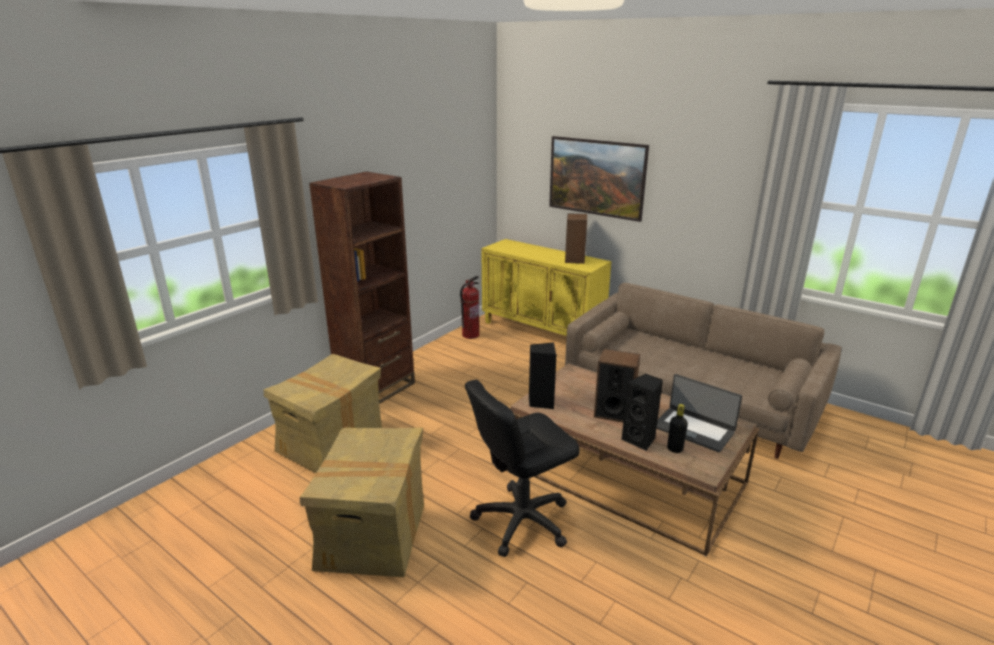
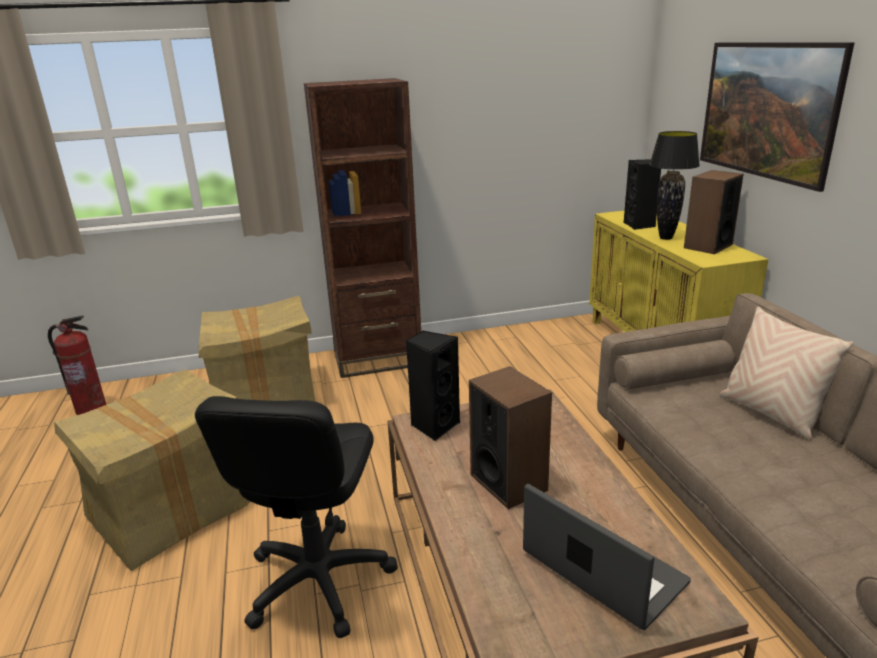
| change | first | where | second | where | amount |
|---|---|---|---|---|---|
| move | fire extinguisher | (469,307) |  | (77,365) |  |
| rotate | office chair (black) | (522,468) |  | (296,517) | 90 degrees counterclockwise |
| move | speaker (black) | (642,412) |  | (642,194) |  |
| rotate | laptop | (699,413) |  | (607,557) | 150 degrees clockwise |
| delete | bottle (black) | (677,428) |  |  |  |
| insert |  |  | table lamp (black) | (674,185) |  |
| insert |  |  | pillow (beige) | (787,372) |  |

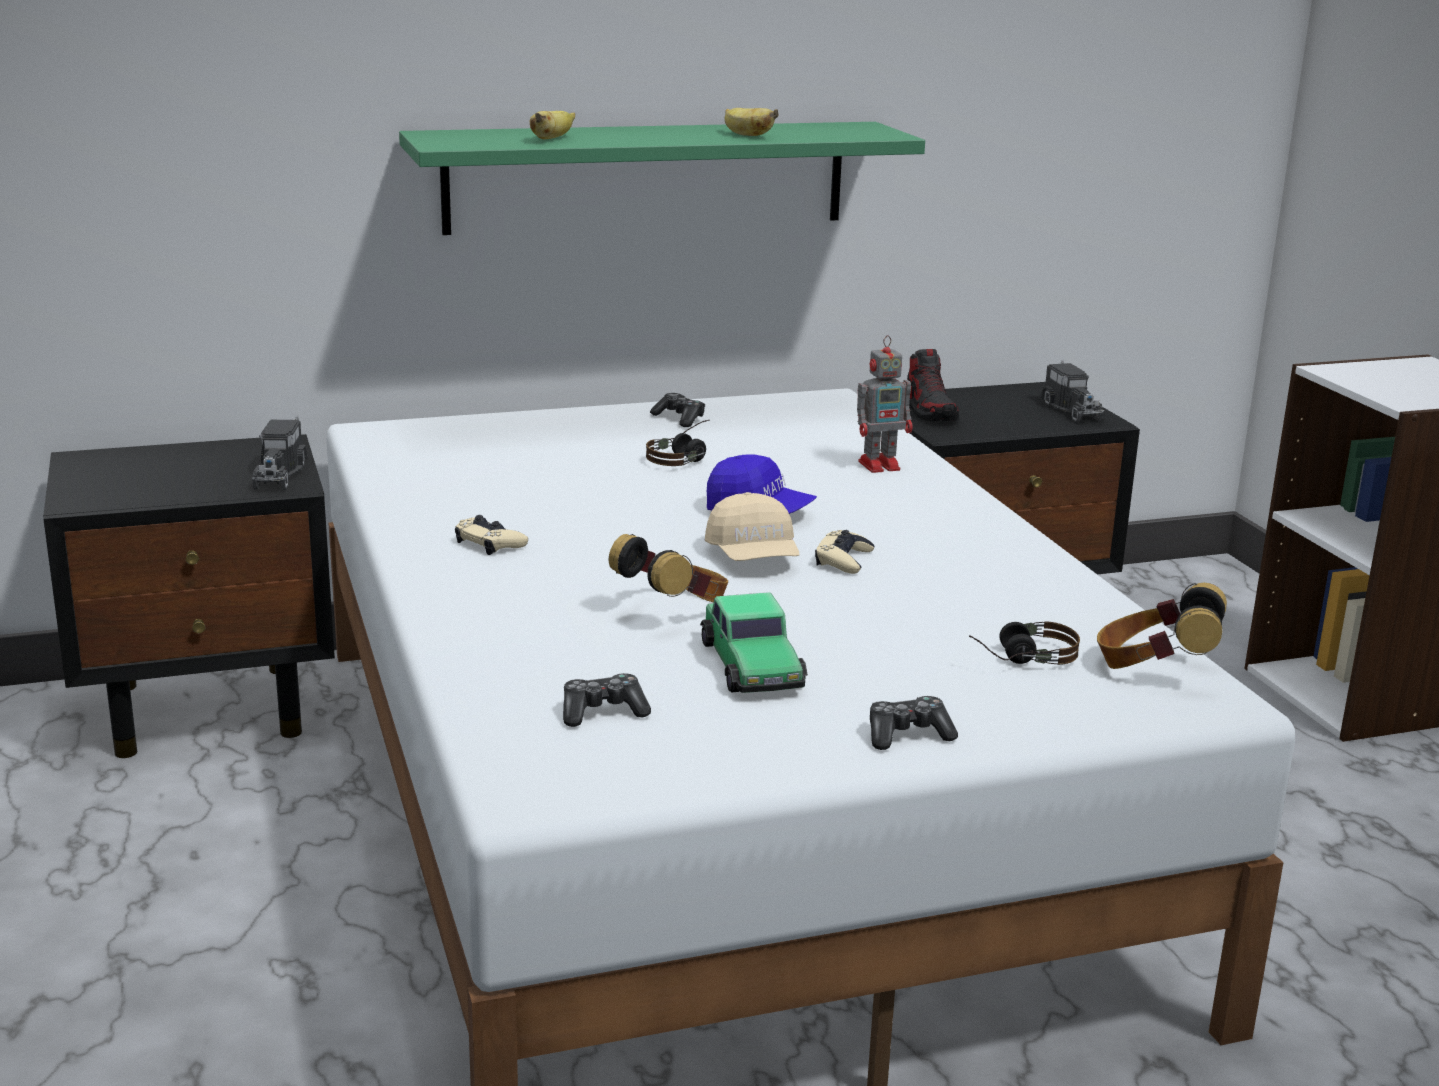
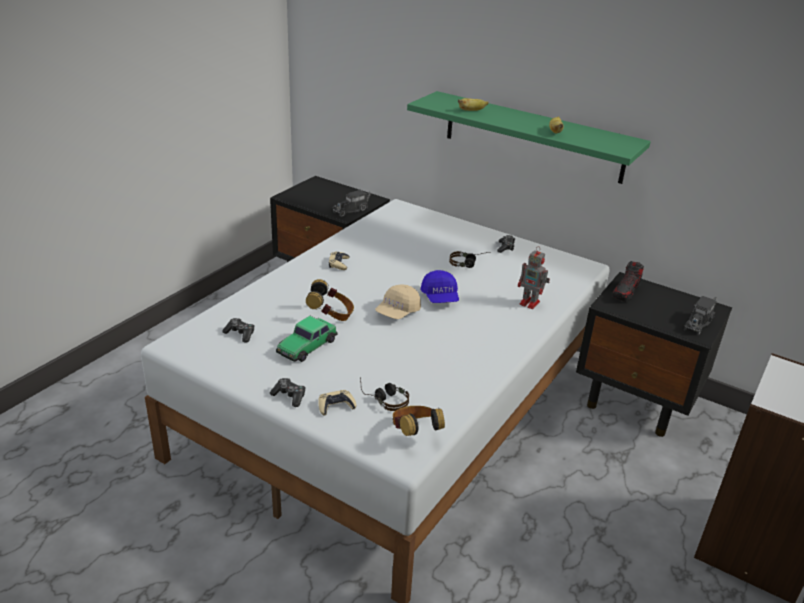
| change | first | where | second | where | amount |
|---|---|---|---|---|---|
| move | game controller (beige) | (844,552) |  | (337,402) |  |

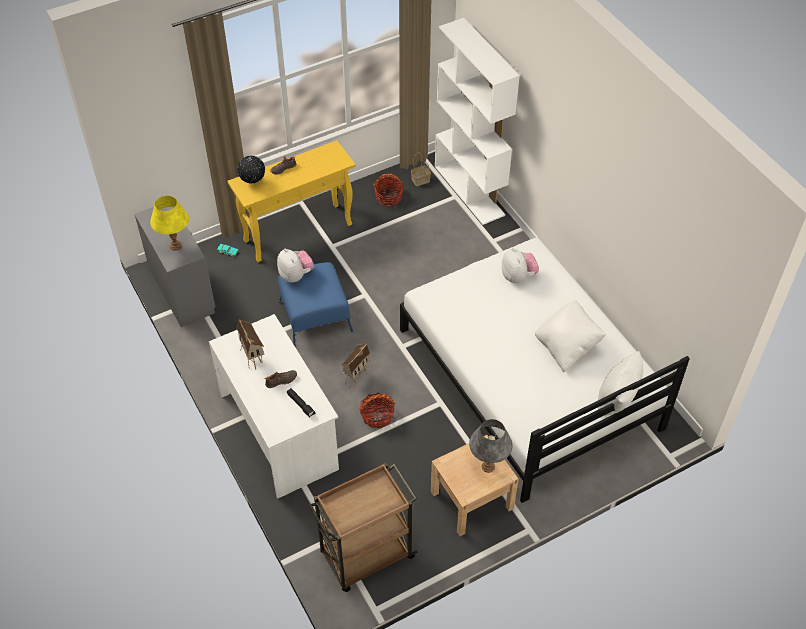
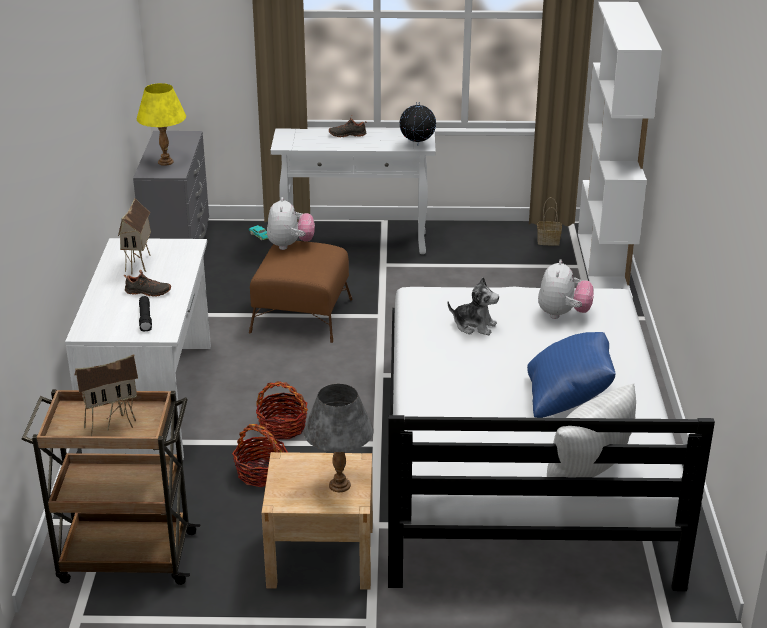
| change | first | where | second | where | amount |
|---|---|---|---|---|---|
| recolor | console table (yellow) | (291,201) | console table (white) | (353,191) |  |
| move | globe | (251,170) |  | (417,124) |  |
| recolor | ottoman (blue) | (315,304) | ottoman (brown) | (301,292) |  |
| move | toy house | (355,367) |  | (106,395) |  |
| move | basket | (388,190) |  | (260,455) |  |
| recolor | pillow (white) | (570,336) | pillow (blue) | (571,375) |  |
| insert |  |  | plush toy | (473,306) |  |

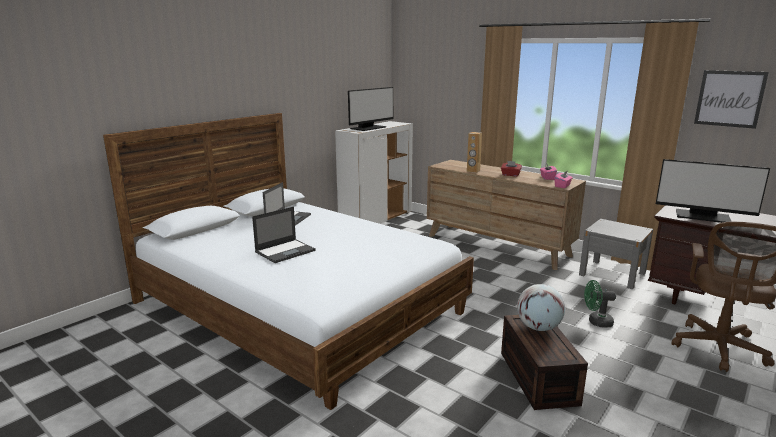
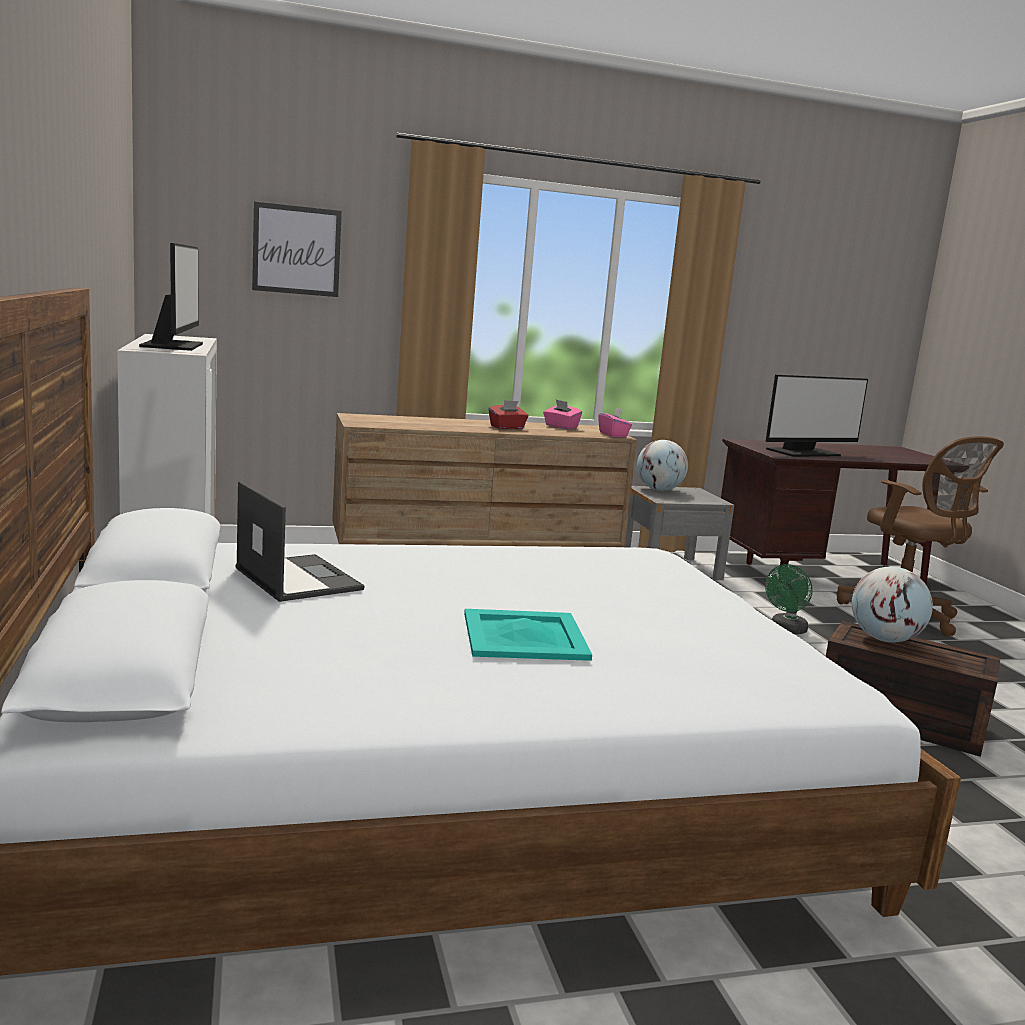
| change | first | where | second | where | amount |
|---|---|---|---|---|---|
| replace | laptop | (284,235) | tray (turquoise) | (528,635) |  |
| delete | speaker (brown) | (474,152) |  |  |  |
| move | picture | (731,99) |  | (297,249) |  |
| insert |  |  | globe | (662,465) |  |

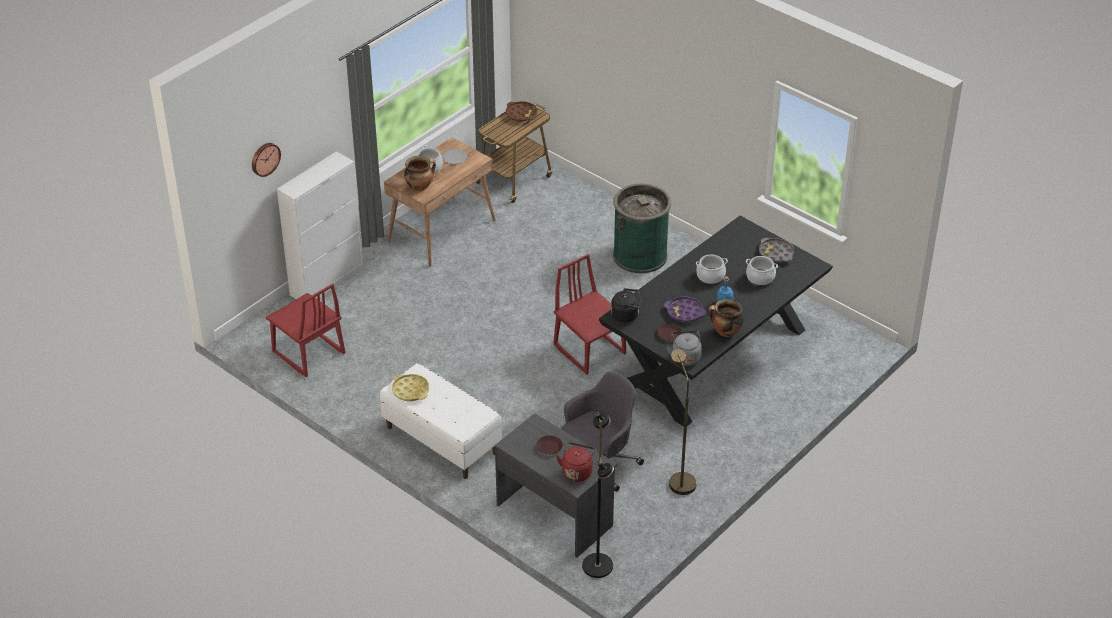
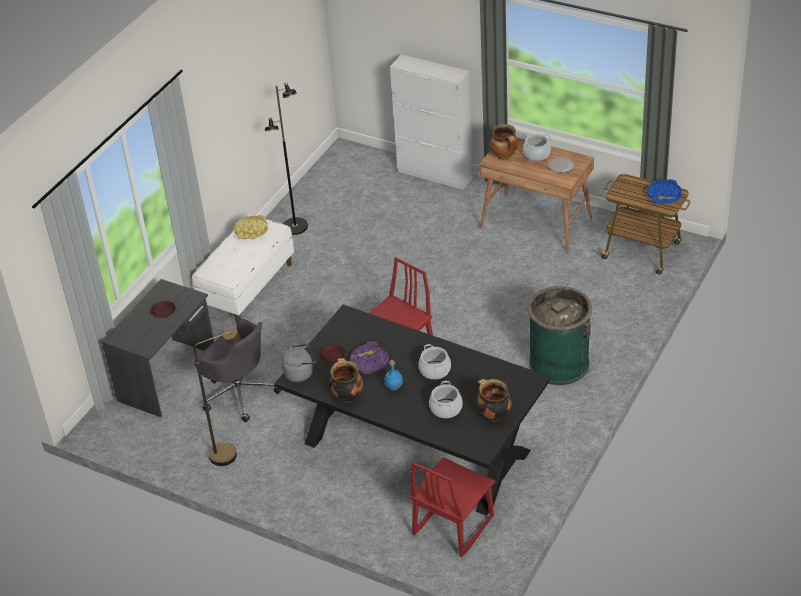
| change | first | where | second | where | amount |
|---|---|---|---|---|---|
| delete | wall clock | (266,160) |  |  |  |
| move | chair (red) | (305,330) |  | (452,507) |  |
| recolor | tray (brown) | (521,111) | tray (blue) | (664,191) |  |
| delete | kettle (red) | (576,462) |  |  |  |
| move | floor lamp (black) | (598,495) |  | (286,159) |  |
| delete | kettle (black) | (626,305) |  |  |  |
| replace | tray (grey) | (776,250) | cooking pot | (494,400) |  |

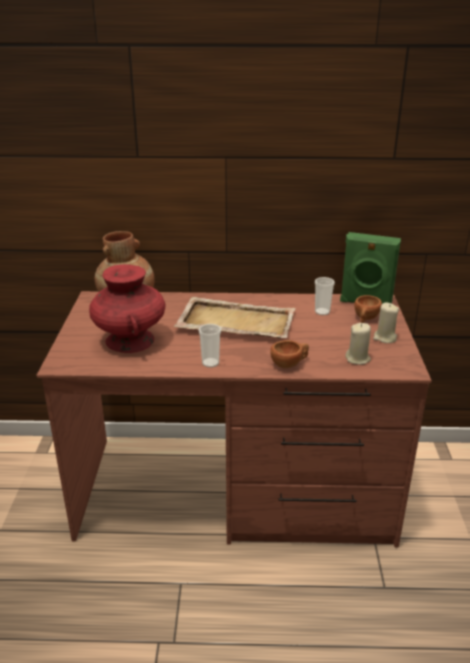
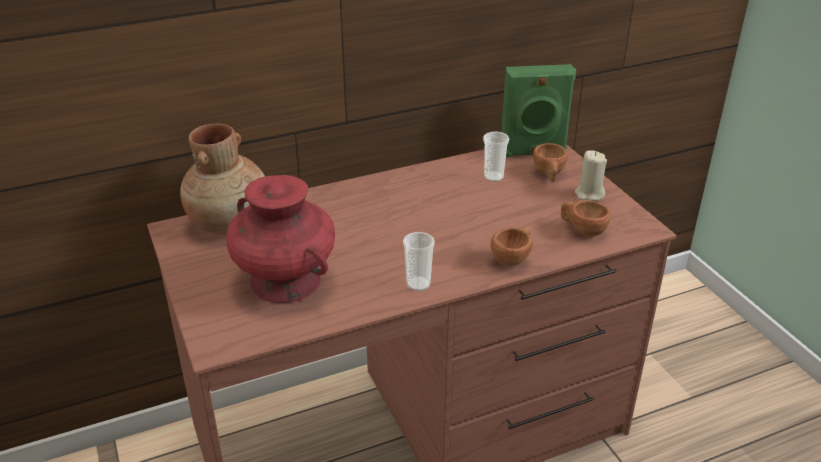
| change | first | where | second | where | amount |
|---|---|---|---|---|---|
| delete | tray (beige) | (235,317) |  |  |  |
| replace | candle (beige) | (358,344) | cup (brown) | (586,218) |  |

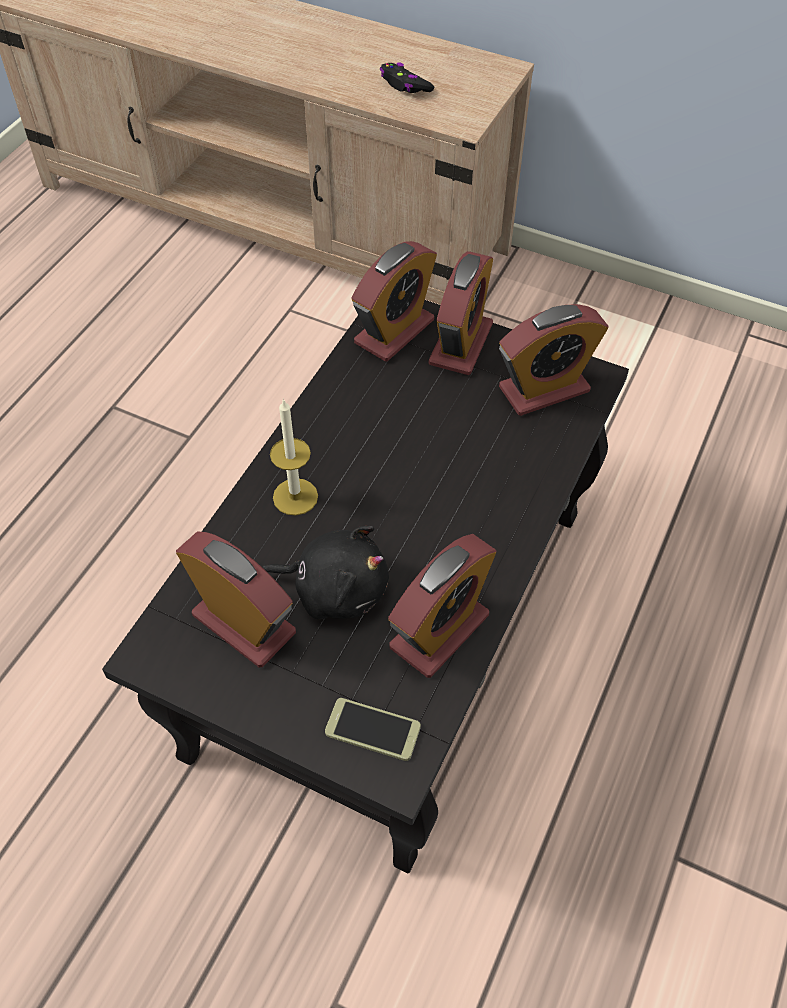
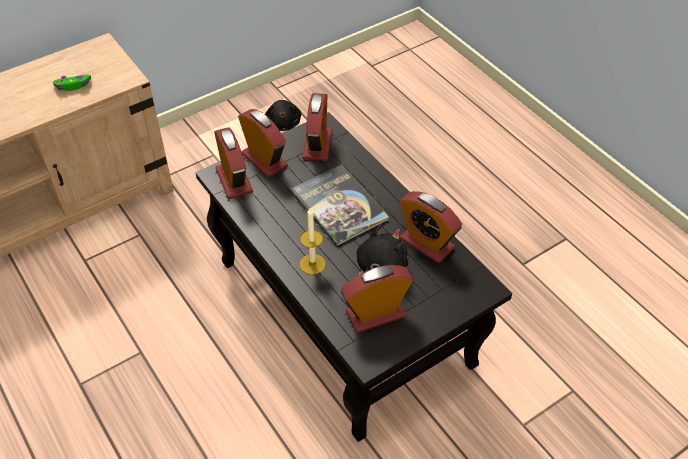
| change | first | where | second | where | amount |
|---|---|---|---|---|---|
| delete | phone | (373,729) |  |  |  |
| recolor | game controller (black) | (407,77) | game controller (green) | (72,83) |  |
| rotate | alarm clock | (442,606) |  | (431,227) | 150 degrees clockwise |
| insert |  |  | plush toy (black) | (283,115) |  |
| insert |  |  | book | (340,205) |  |

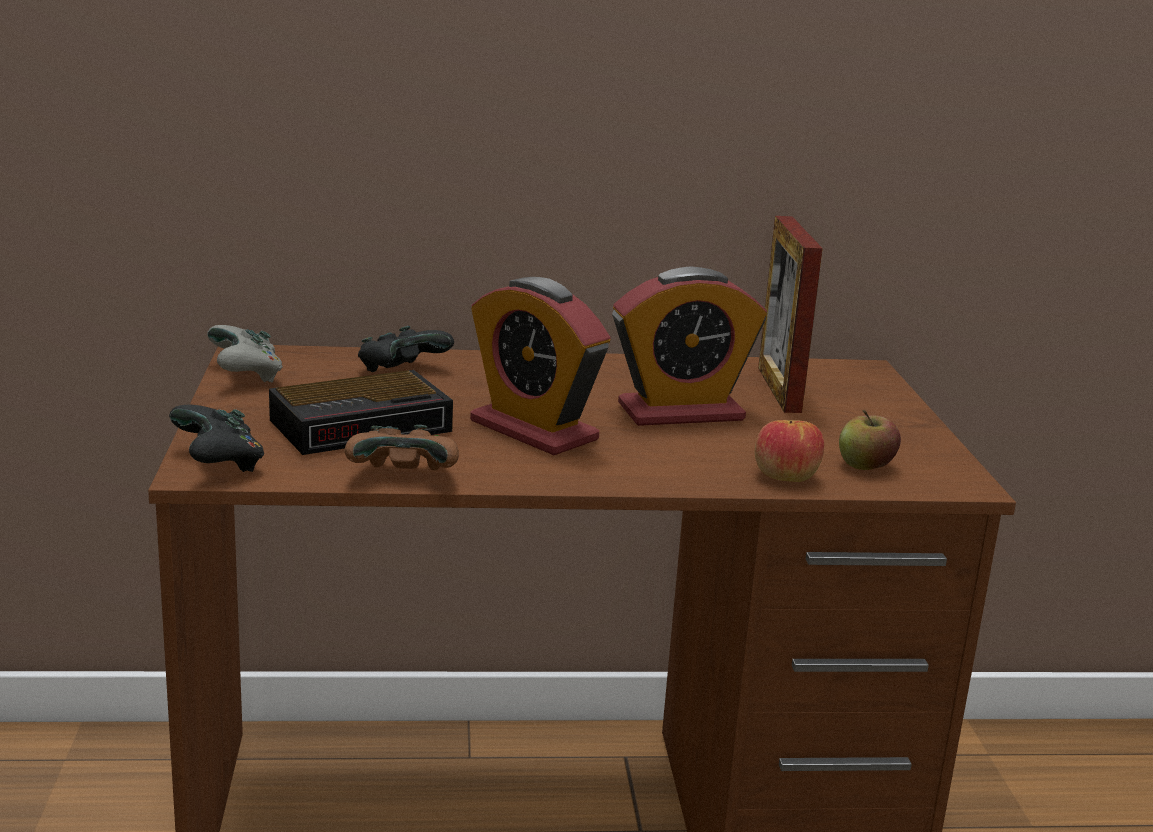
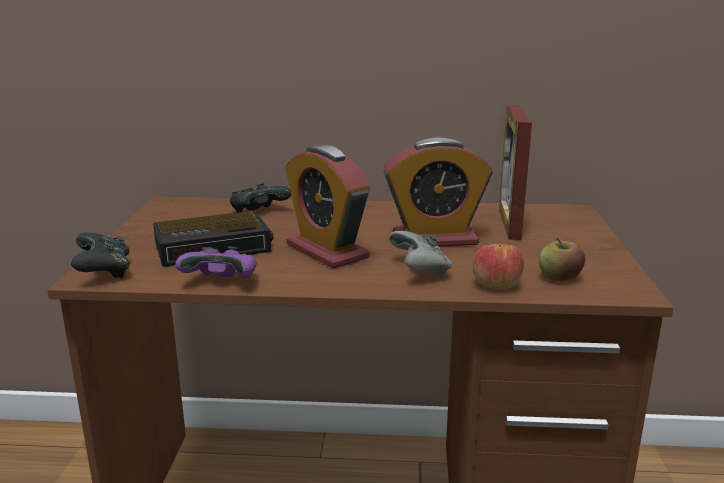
| change | first | where | second | where | amount |
|---|---|---|---|---|---|
| move | game controller (grey) | (245,353) |  | (420,254) |  |
| recolor | game controller (brown) | (402,447) | game controller (purple) | (216,262) |  |

